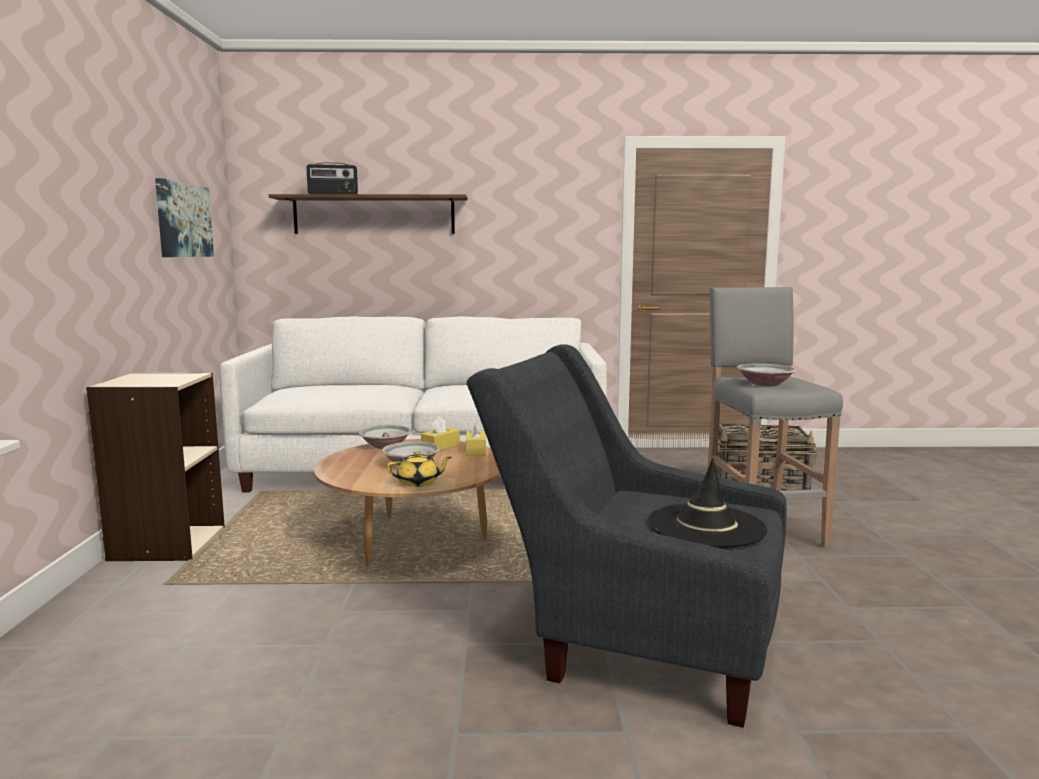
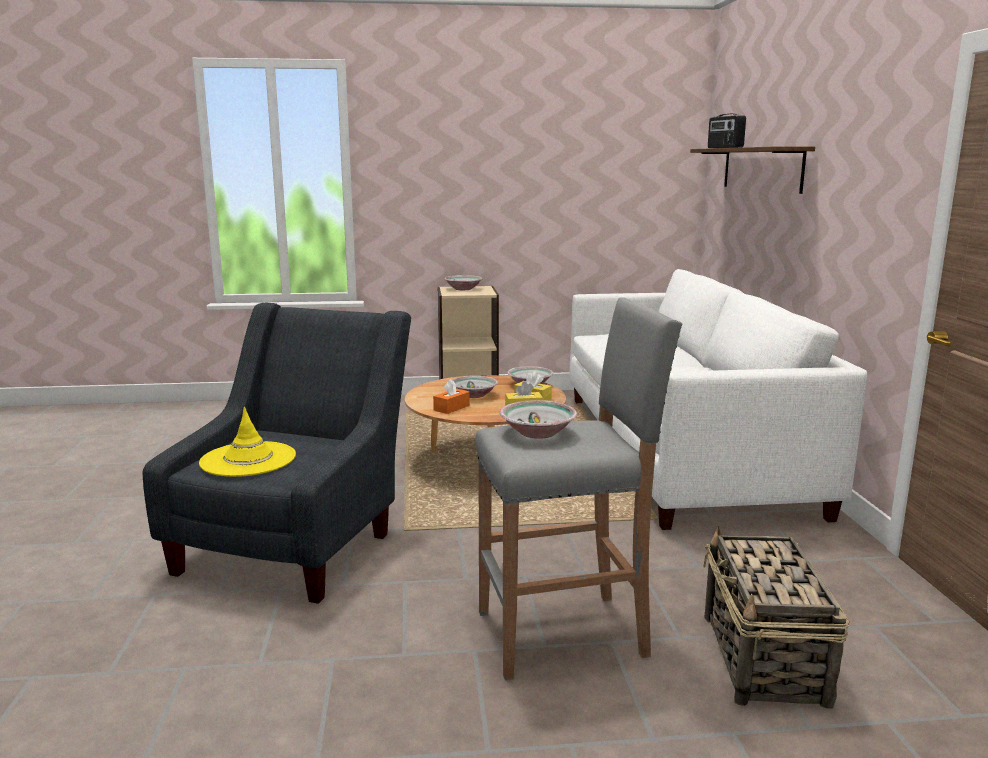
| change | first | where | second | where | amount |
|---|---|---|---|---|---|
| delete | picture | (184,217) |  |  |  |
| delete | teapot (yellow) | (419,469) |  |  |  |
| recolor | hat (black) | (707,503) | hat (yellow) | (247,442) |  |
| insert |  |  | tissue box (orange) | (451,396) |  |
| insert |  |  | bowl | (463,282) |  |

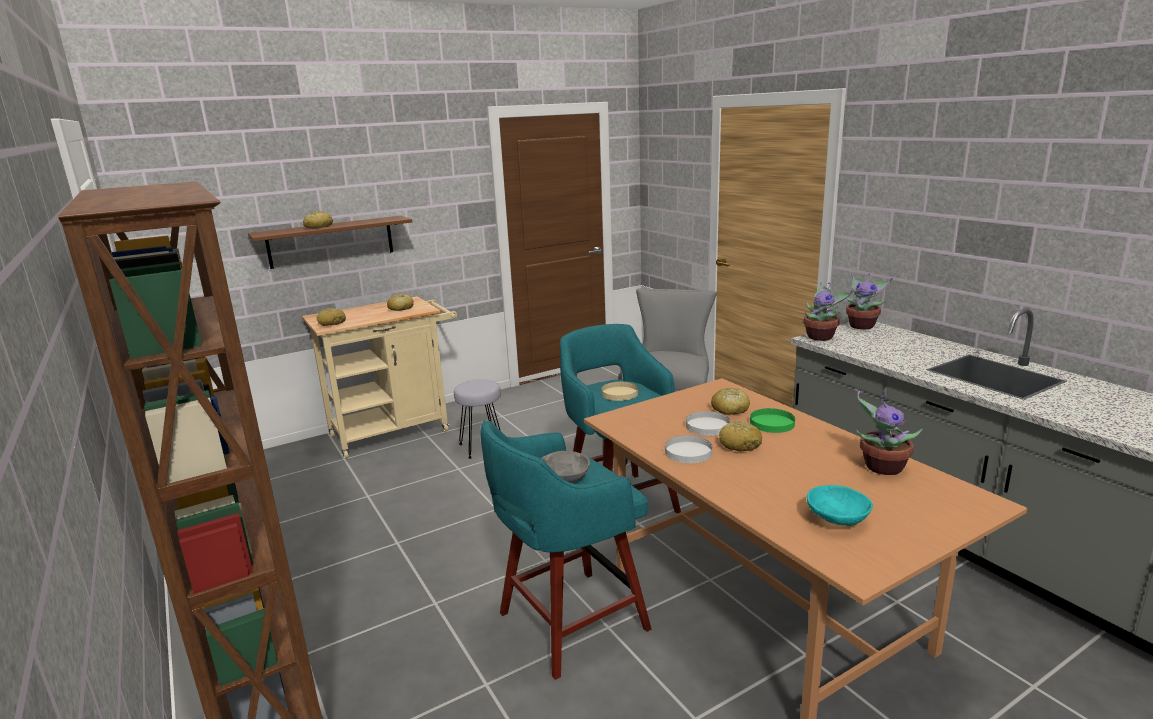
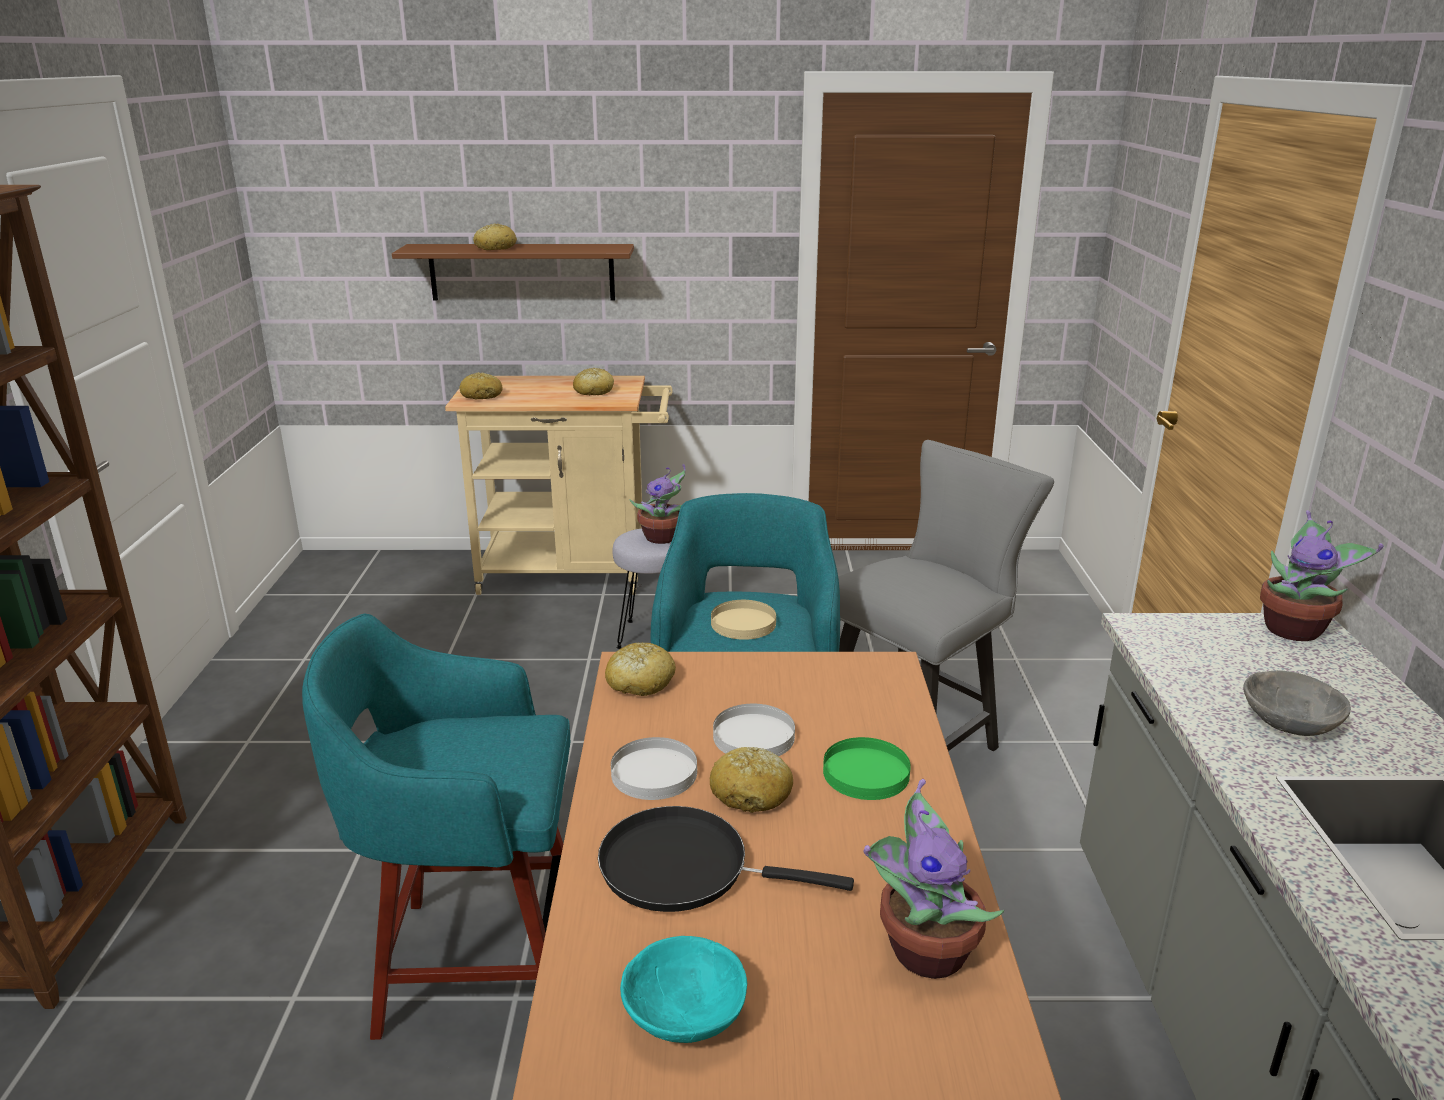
| change | first | where | second | where | amount |
|---|---|---|---|---|---|
| move | bowl (grey) | (565,467) |  | (1297,703) |  |
| move | bread | (730,401) |  | (640,669) |  |
| move | potted plant | (828,311) |  | (657,504) |  |
| insert |  |  | frying pan (black) | (726,859) |  |

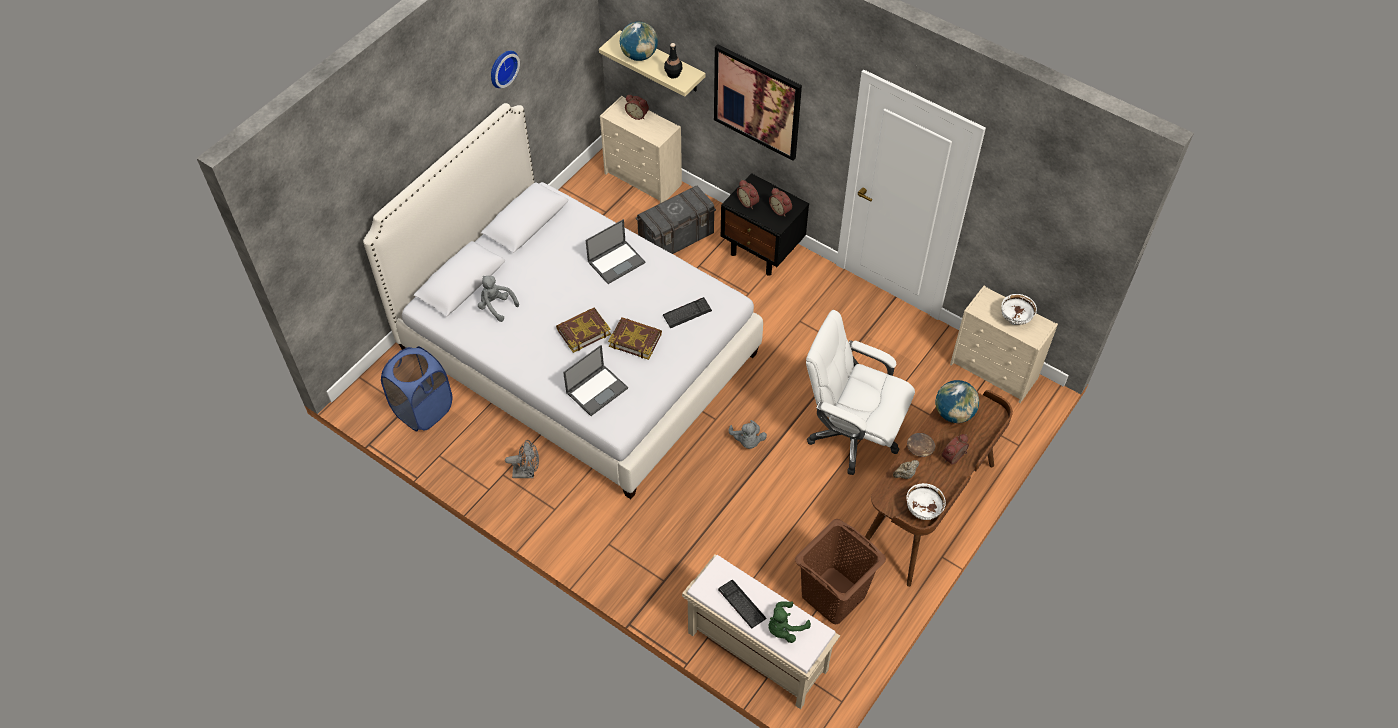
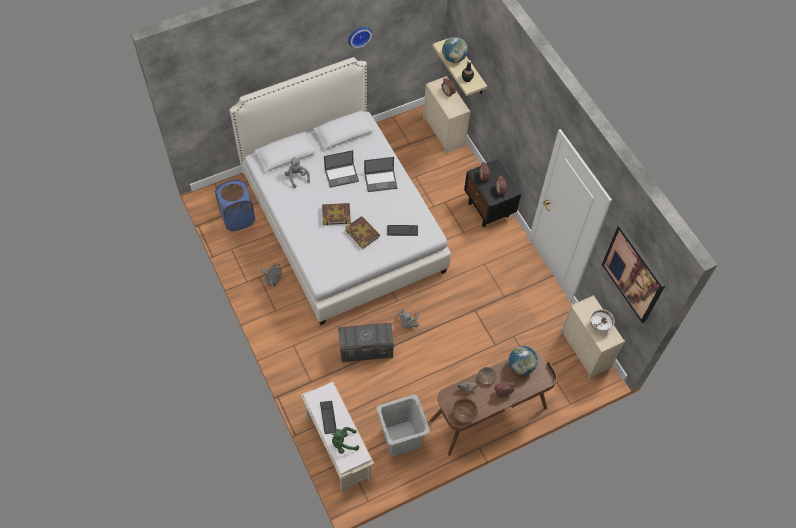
| change | first | where | second | where | amount |
|---|---|---|---|---|---|
| move | laptop | (595,380) |  | (341,169) |  |
| move | storage box (grey) | (676,220) |  | (366,342) |  |
| move | picture | (758,102) |  | (633,274) |  |
| recolor | laundry basket (brown) | (840,571) | laundry basket (grey) | (403,425) |  |
| delete | office chair (white) | (860,392) |  |  |  |
| recolor | bowl (white) | (926,501) | bowl (brown) | (465,410) |  |

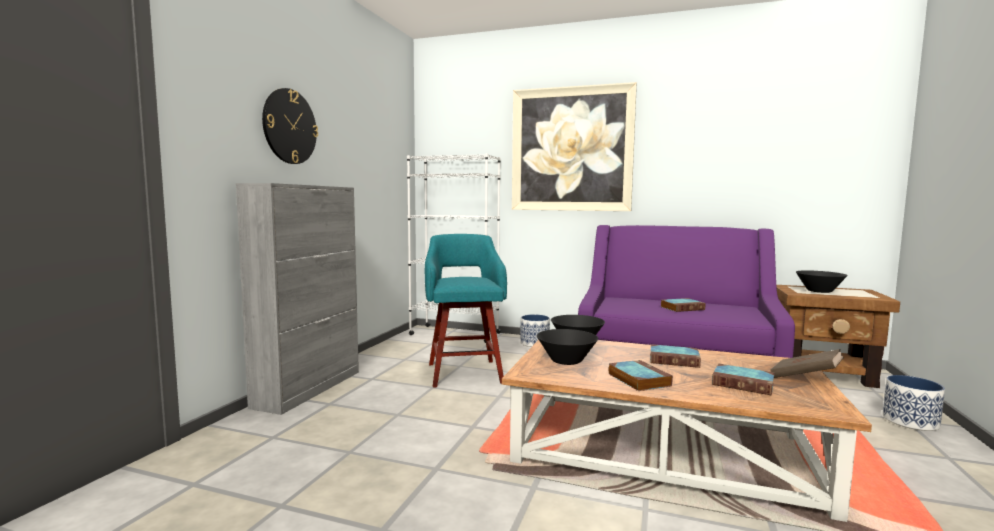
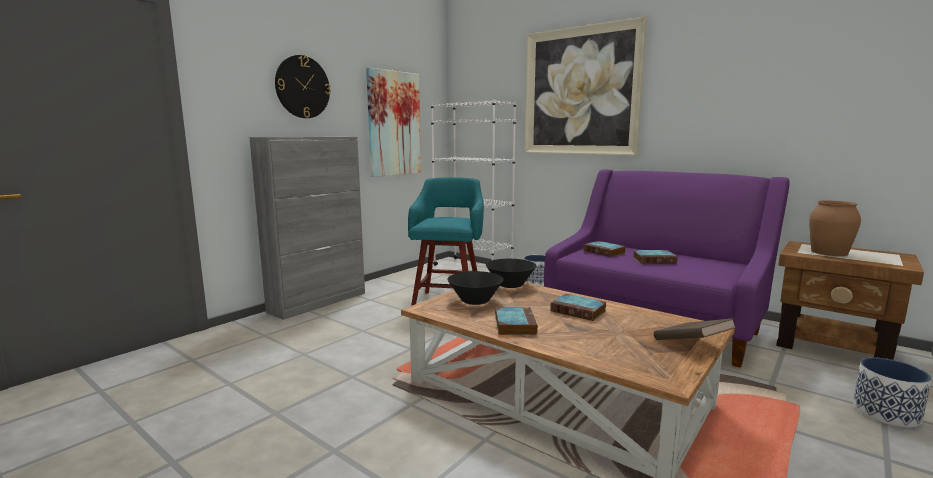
| change | first | where | second | where | amount |
|---|---|---|---|---|---|
| move | book | (743,379) |  | (604,249) |  |
| replace | bowl (black) | (822,281) | vase (brown) | (835,228) |  |
| insert |  |  | picture | (393,122) |  |

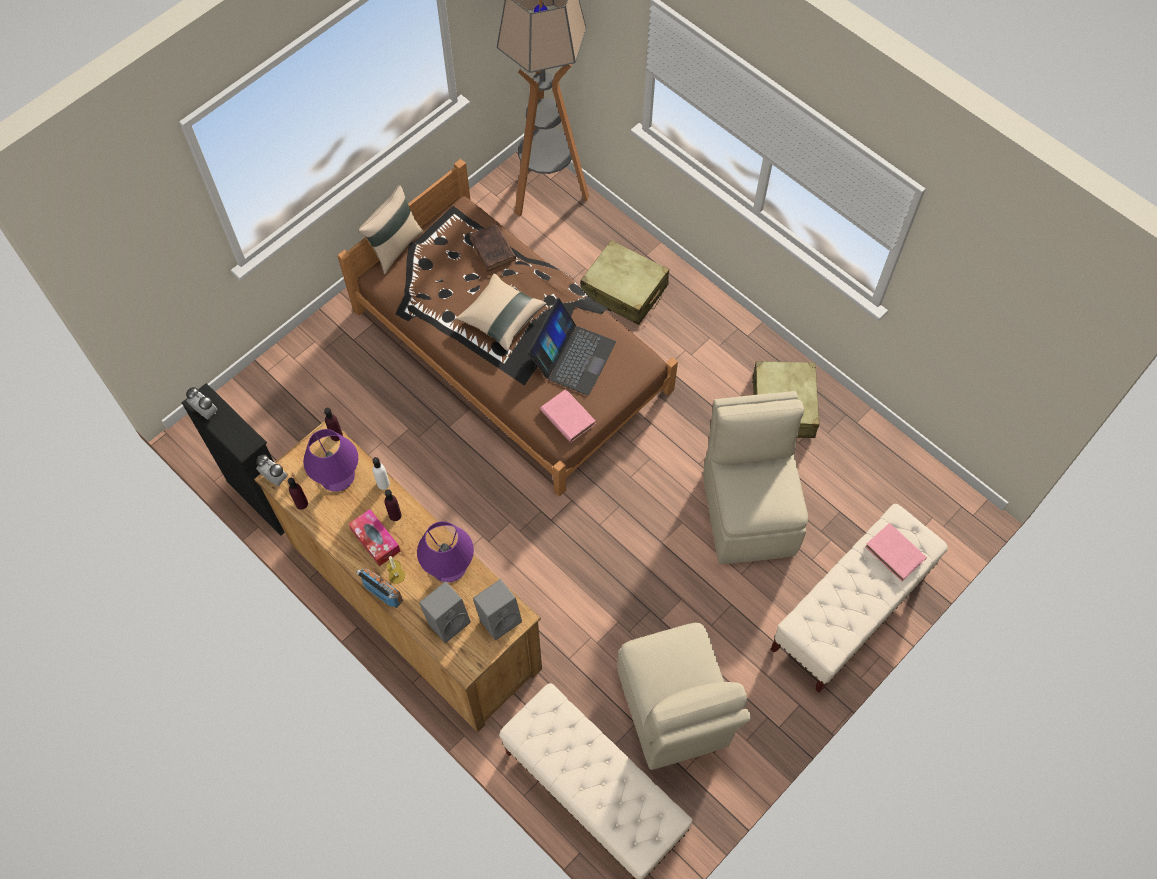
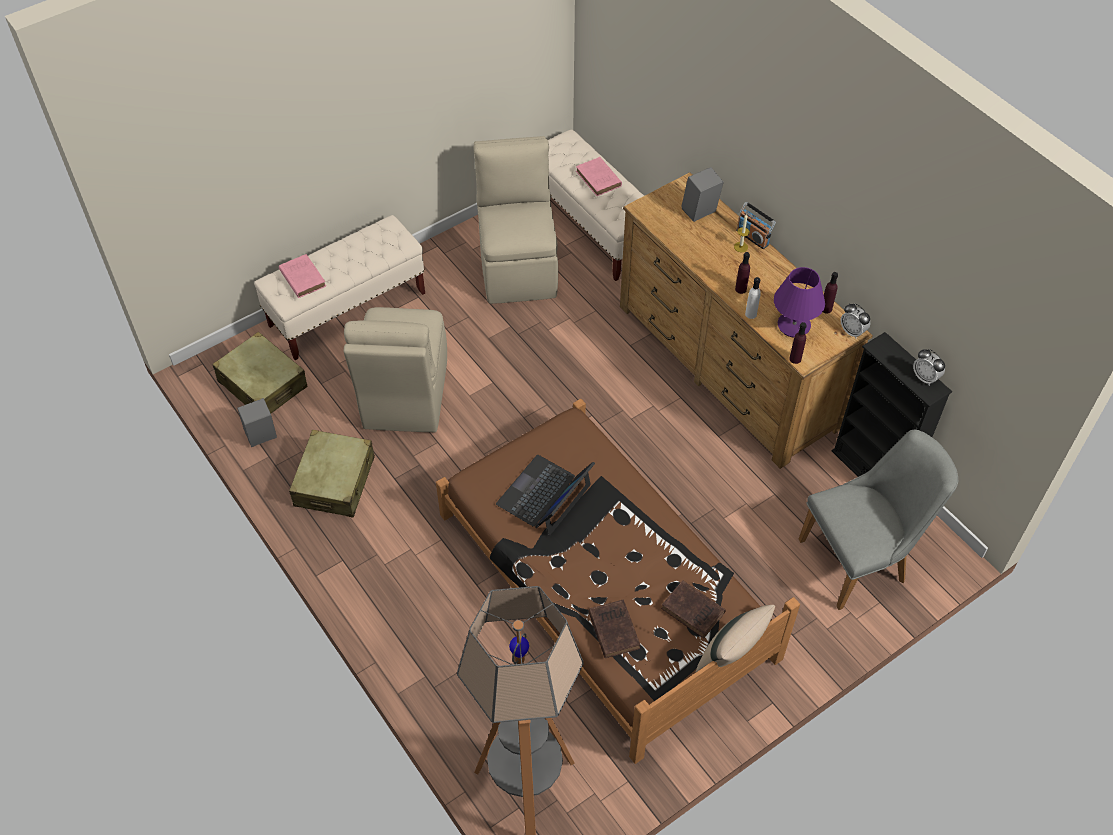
| change | first | where | second | where | amount |
|---|---|---|---|---|---|
| delete | tissue box | (374,537) |  |  |  |
| delete | table lamp (purple) | (445,551) |  |  |  |
| delete | pillow (beige) | (501,312) |  |  |  |
| move | speaker (grey) | (497,610) |  | (257,422) |  |
| move | book (pink) | (568,416) |  | (599,176) |  |
| move | suitcase (beige) | (625,282) |  | (259,373) |  |
| insert |  |  | book (brown) | (693,609) |  |
| insert |  |  | chair (grey) | (878,520) |  |

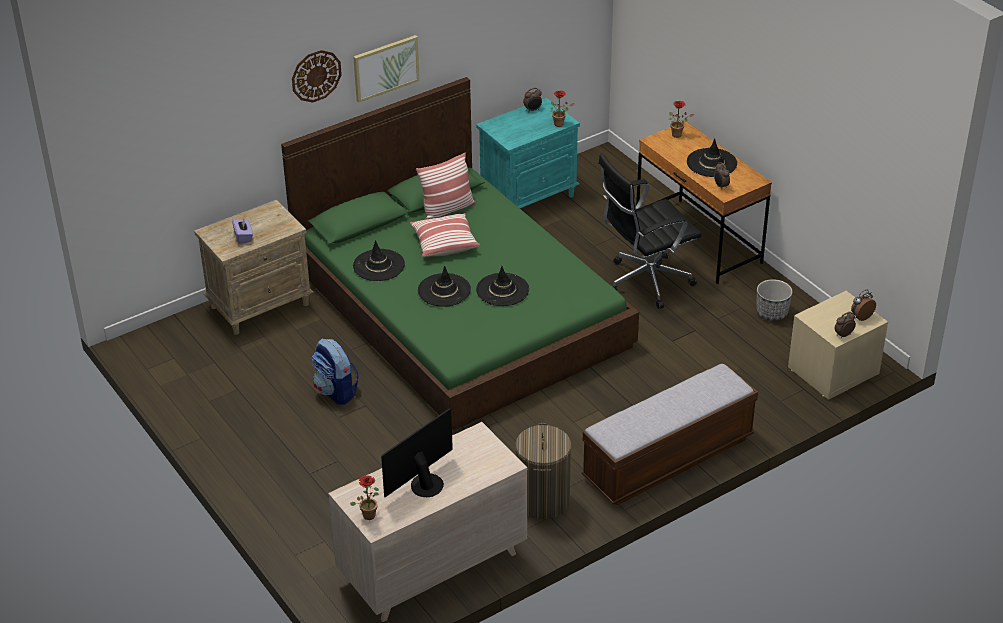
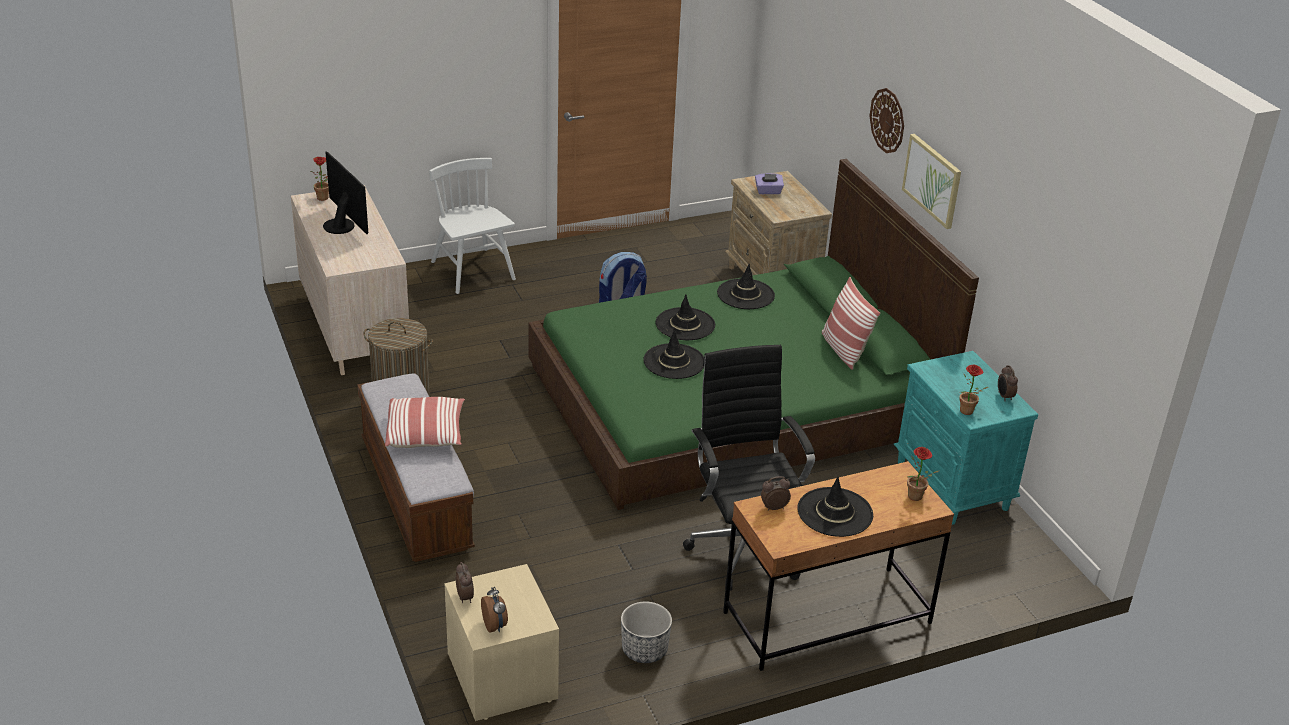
| change | first | where | second | where | amount |
|---|---|---|---|---|---|
| move | pillow | (445,235) |  | (425,422) |  |
| insert |  |  | chair (white) | (472,226) |  |

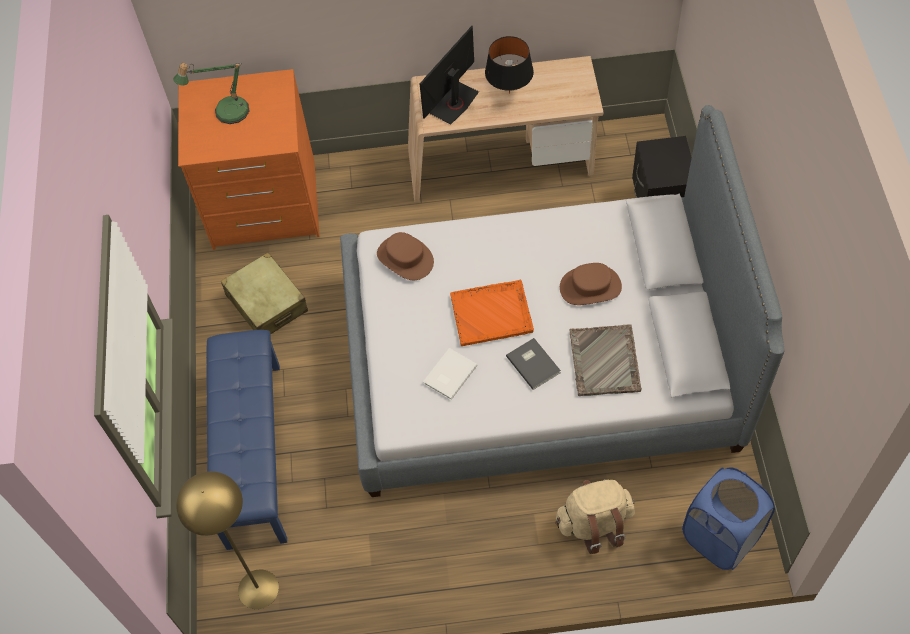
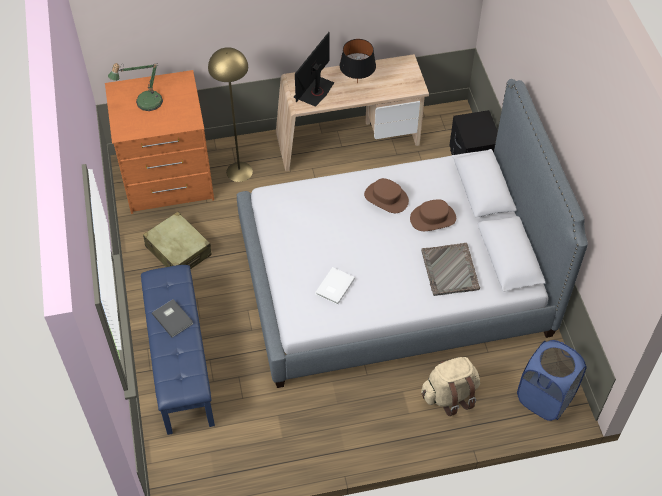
| change | first | where | second | where | amount |
|---|---|---|---|---|---|
| move | floor lamp (yellow) | (227,540) |  | (230,114) |  |
| move | hat (brown) | (405,256) |  | (386,195) |  |
| delete | tray (orange) | (492,313) |  |  |  |
| move | book (grey) | (533,364) |  | (172,318) |  |

